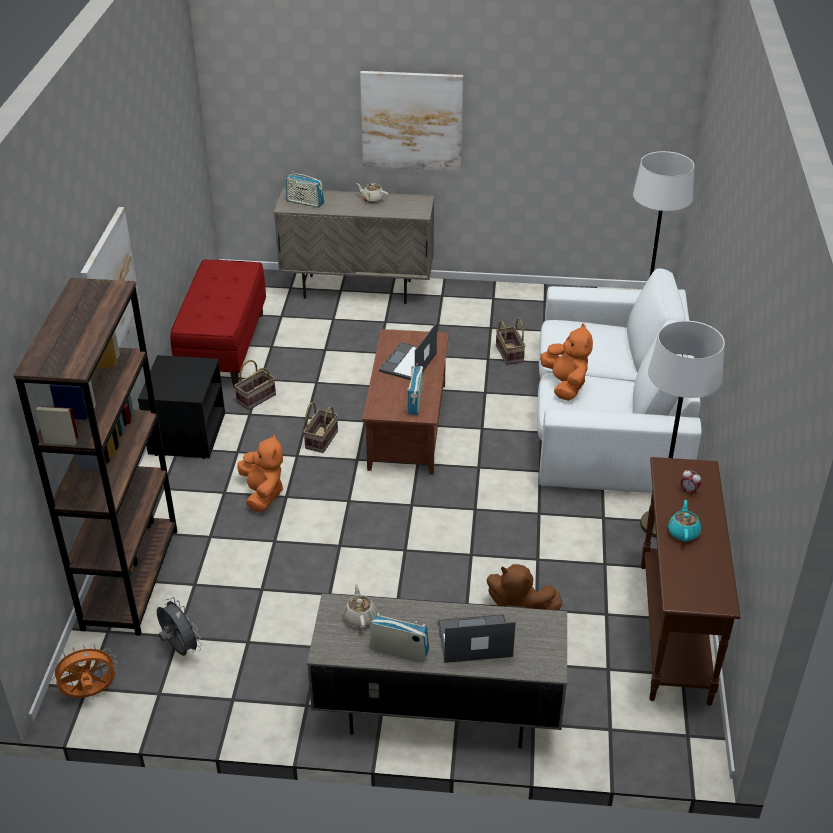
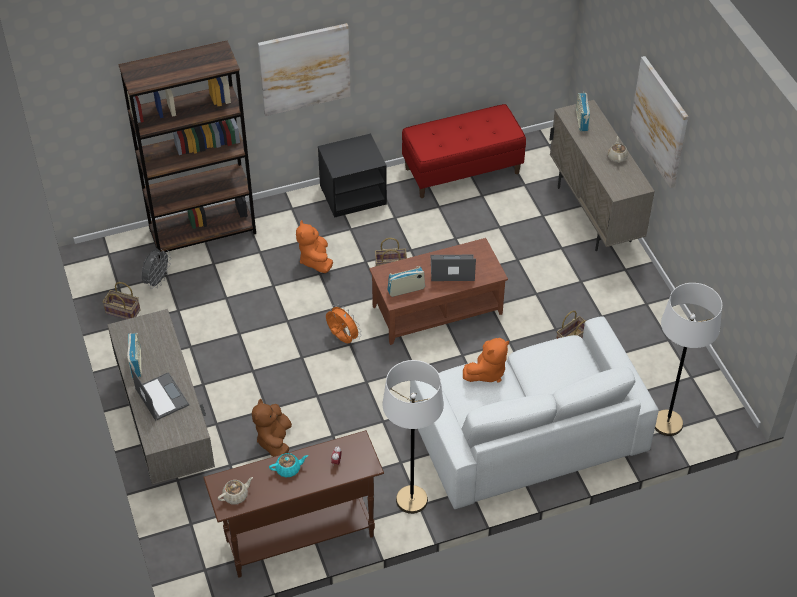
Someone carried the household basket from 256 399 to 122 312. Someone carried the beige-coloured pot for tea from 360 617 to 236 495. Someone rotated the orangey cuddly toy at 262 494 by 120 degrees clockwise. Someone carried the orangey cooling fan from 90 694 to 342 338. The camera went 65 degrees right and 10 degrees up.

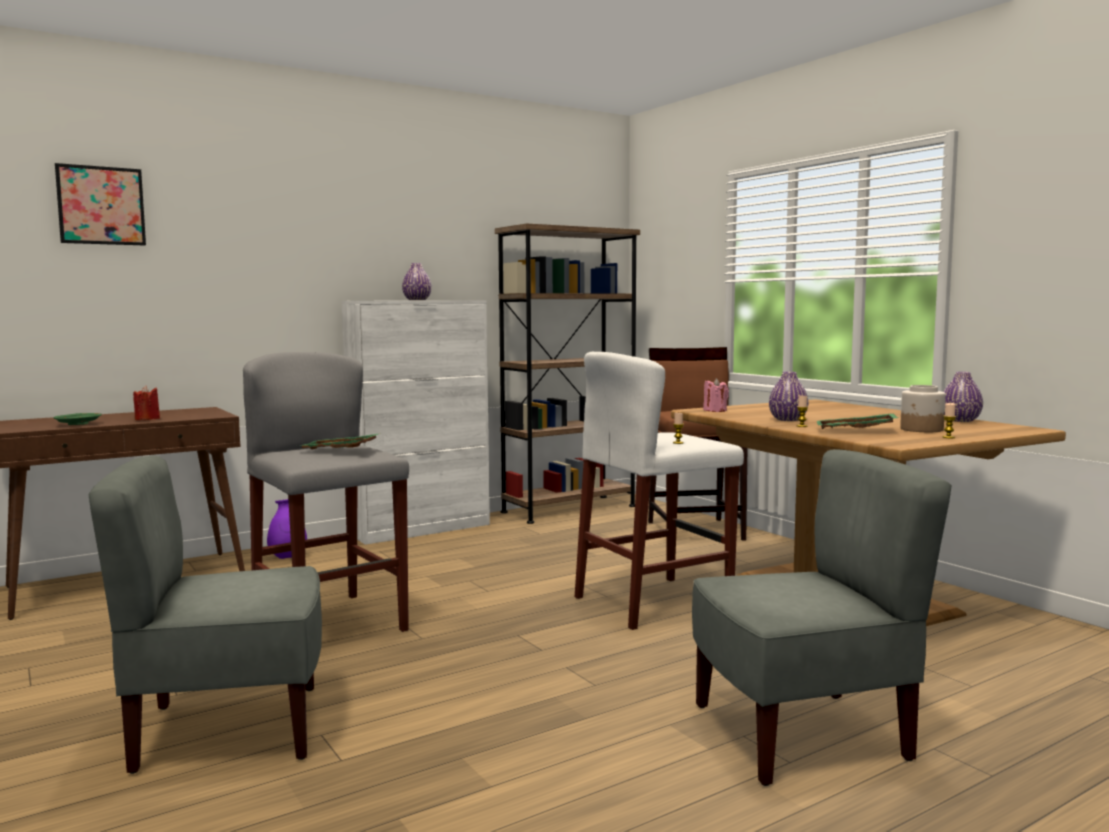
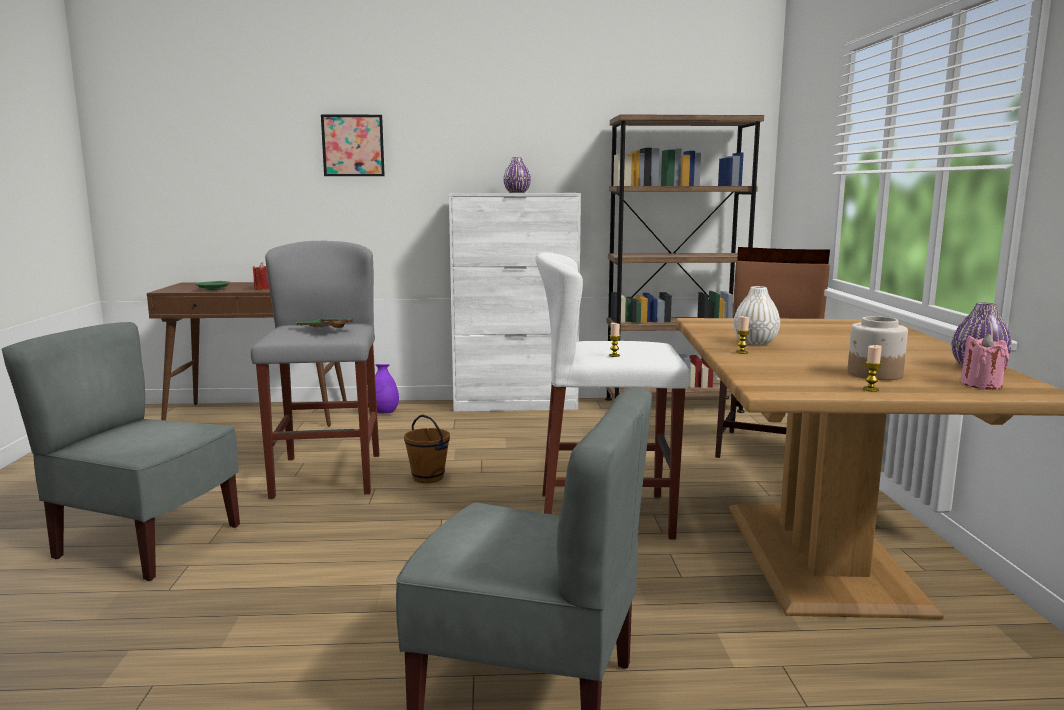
Someone carried the picture from 101 205 to 353 145. Someone put down the brown-coloured pail at 428 477. Someone repainted the purple flower vase at 787 420, which became the white-coloured flower vase at 755 342. Someone carried the pinkish wax light from 715 410 to 981 385. Someone took away the green-coloured carrying tray at 855 431. The camera went 30 degrees right and 5 degrees up.

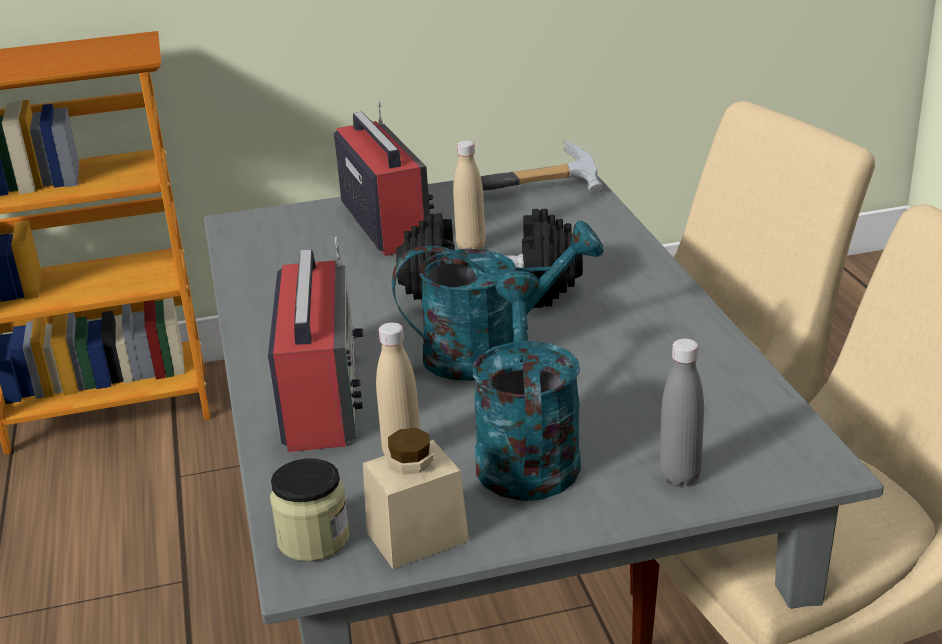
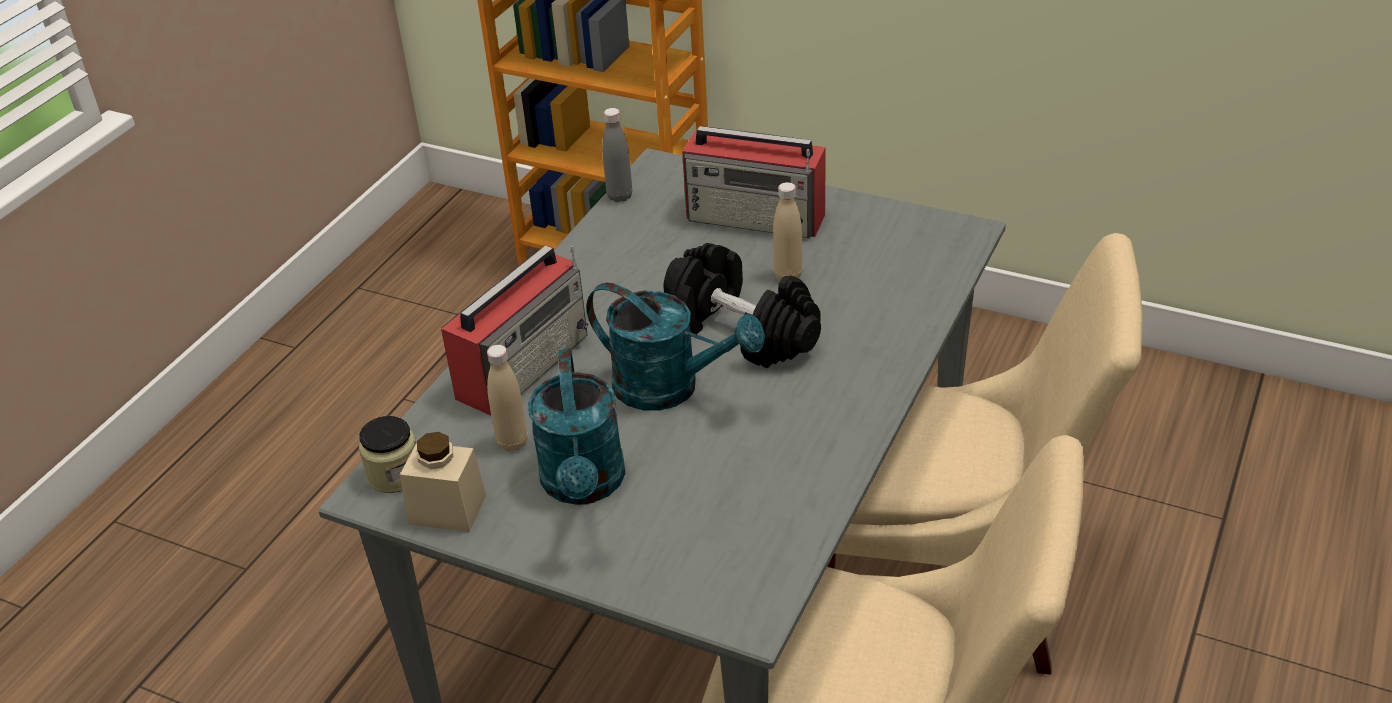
Someone rotated the turquoise-coloured watering pot at 525 452 by 135 degrees clockwise. Someone carried the greyish beverage bottle from 679 476 to 619 196. Someone rotated the radio at 384 223 by 90 degrees clockwise. Someone took away the hammer at 534 193. The camera went 40 degrees right and 10 degrees up.

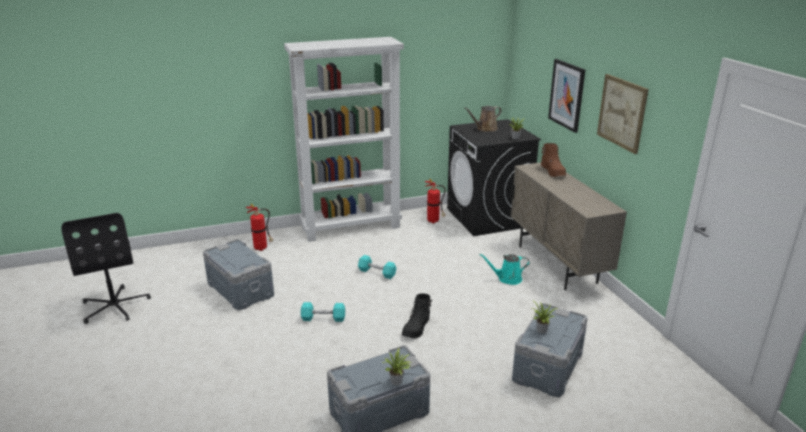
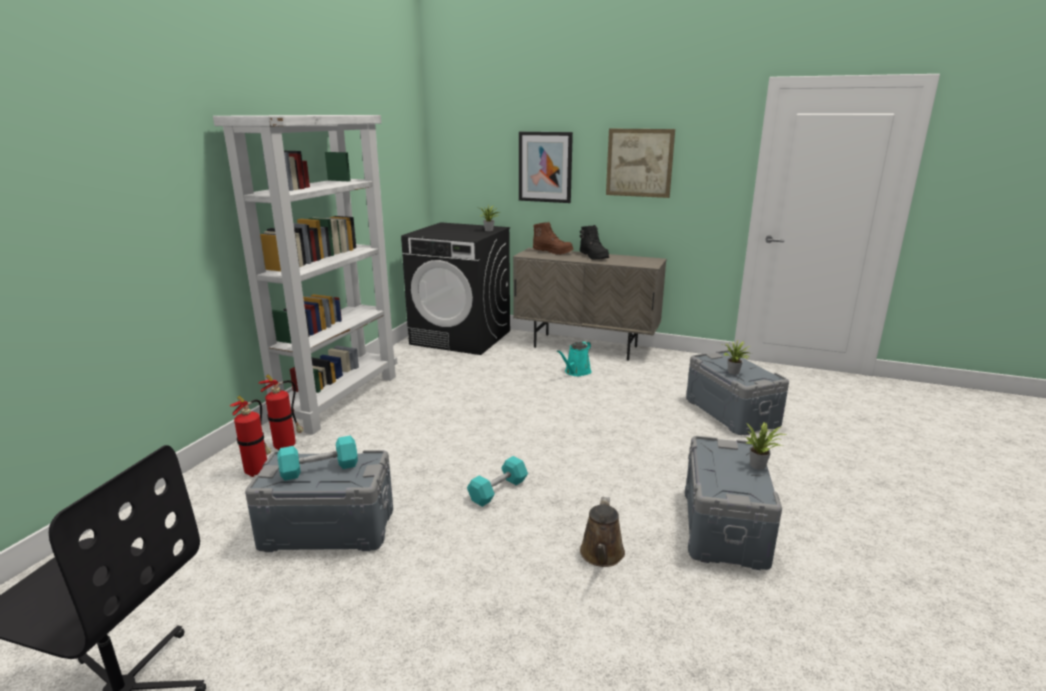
Someone carried the fire-fighting cylinder from 434 221 to 287 446. Someone carried the turquoise-coloured dumbbell from 377 272 to 320 469. Someone carried the blackish boot from 417 328 to 594 257. Someone carried the brown-coloured watering pot from 485 129 to 602 555. The camera went 50 degrees left and 5 degrees down.

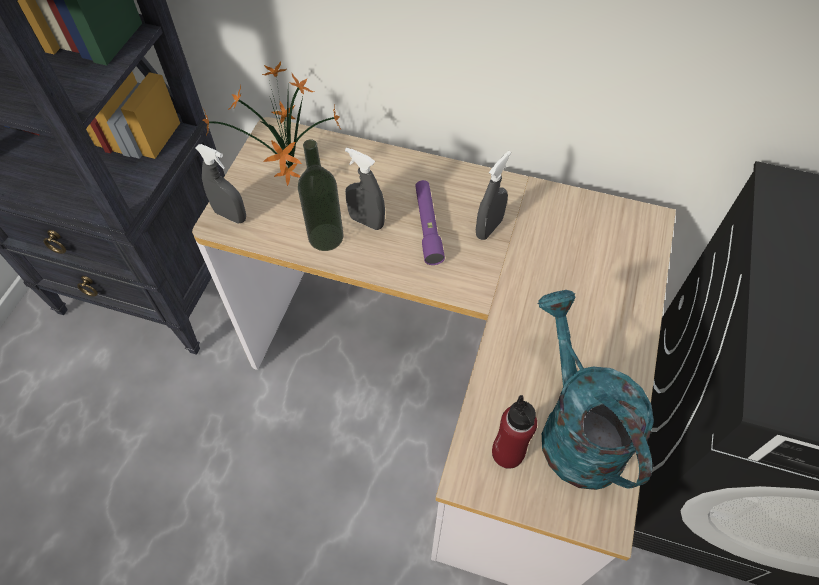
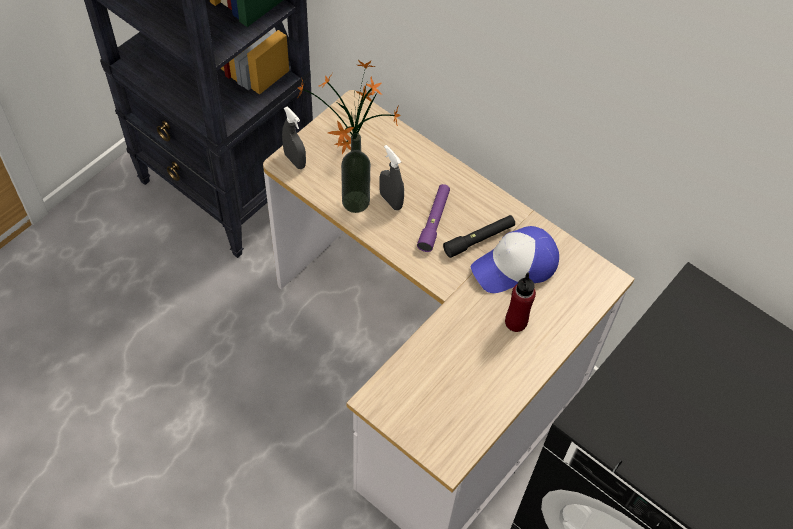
Someone swapped the greyish spray bottle at 489 228 for the blackish hand torch at 479 239. Someone put down the cap at 515 266. Someone carried the red beverage bottle from 507 453 to 515 322. Someone took away the turquoise-coloured watering pot at 574 428. The camera went 20 degrees right and 0 degrees up.

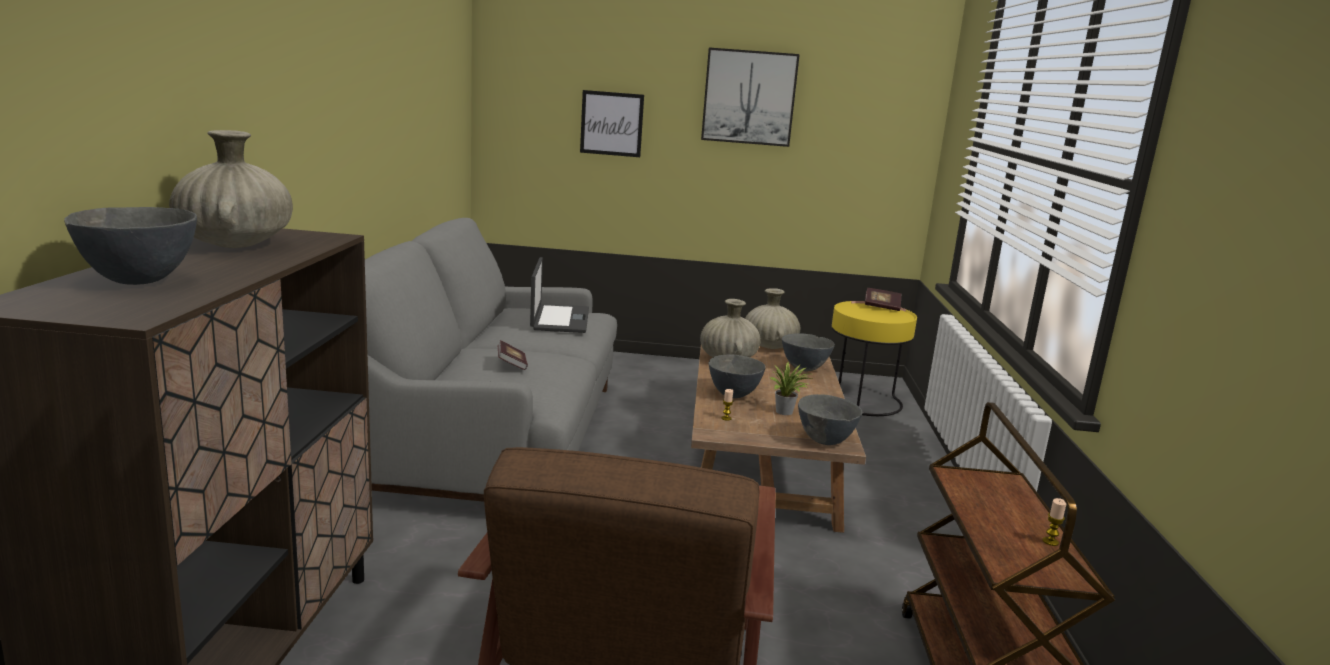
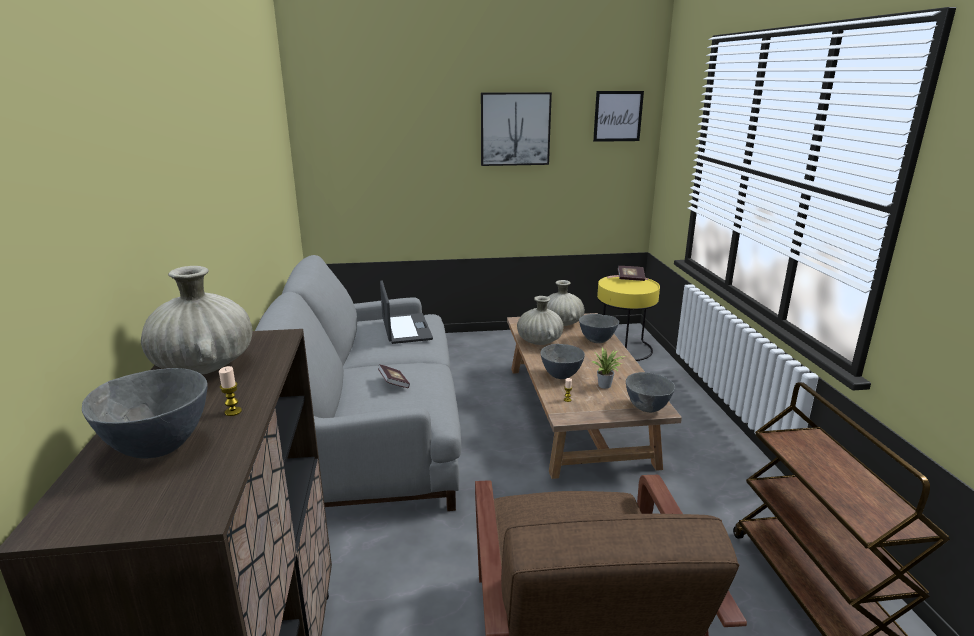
Someone carried the wax light from 1050 542 to 233 411. Someone carried the picture from 611 123 to 618 116. The camera went 10 degrees left and 5 degrees up.

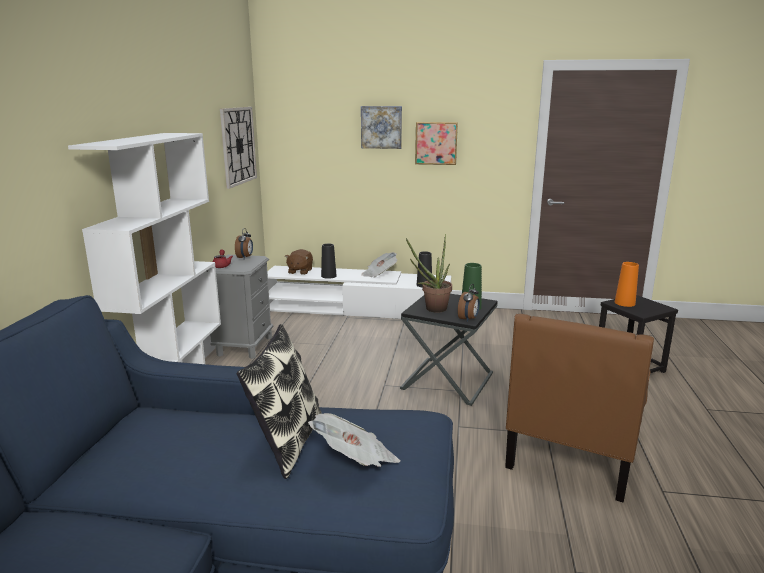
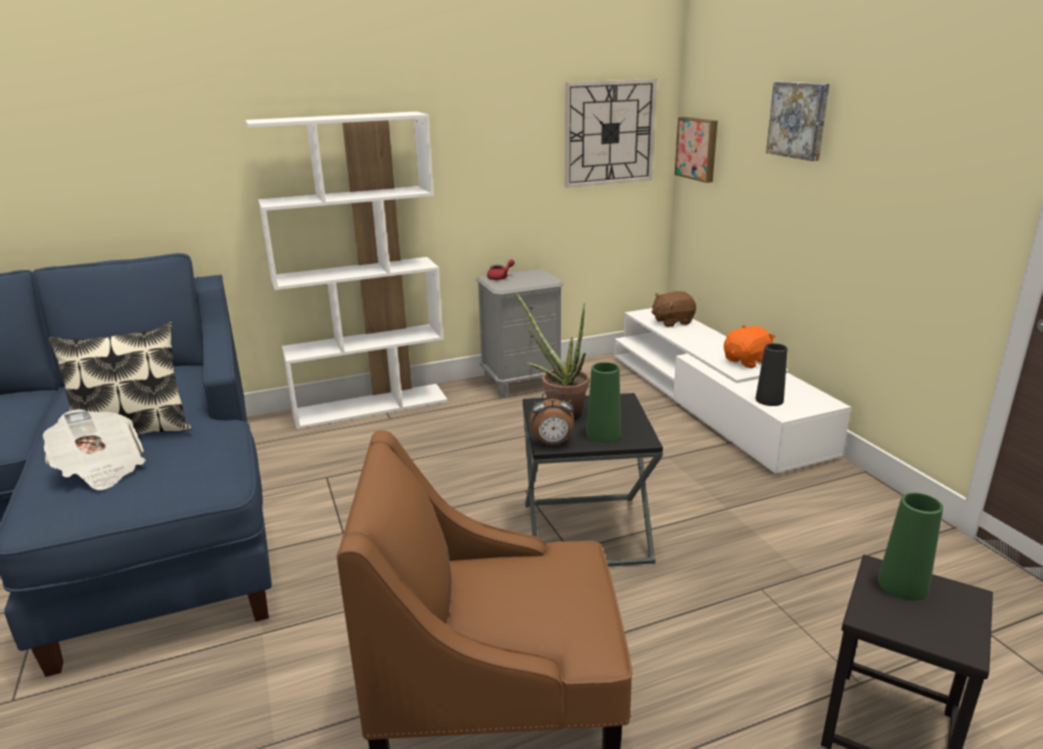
Someone carried the picture from 436 143 to 698 148. Someone swapped the printed paper at 379 274 for the orangey cuddly toy at 747 361. Someone repainted the orangey flower vase at 624 303, which became the green-coloured flower vase at 902 585. Someone took away the table clock at 245 257. Someone took away the blackish flower vase at 328 276. The camera went 60 degrees right and 5 degrees up.

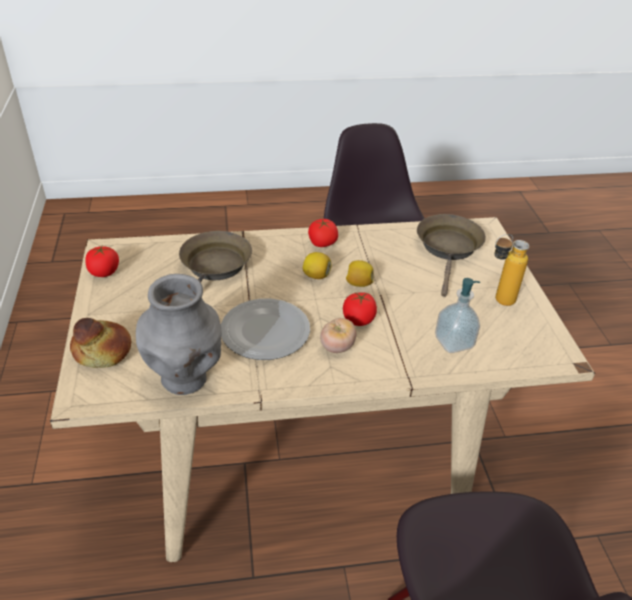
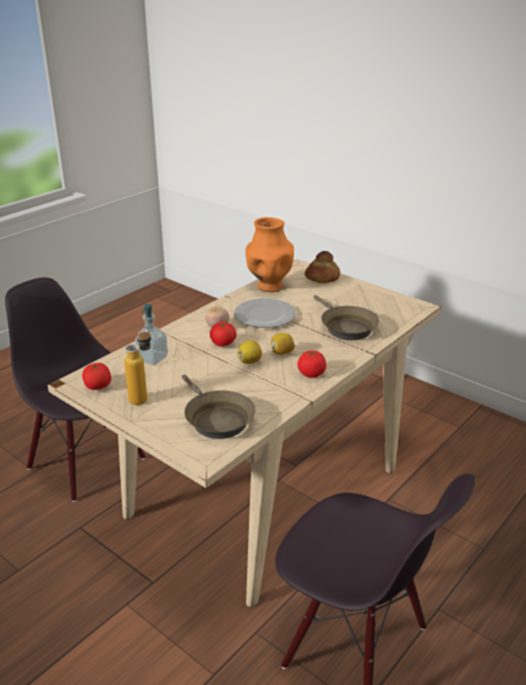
Someone carried the whole tomato from 104 272 to 97 386. Someone repainted the greyish flower vase at 185 379, which became the orangey flower vase at 269 287. The camera went 140 degrees right and 10 degrees down.

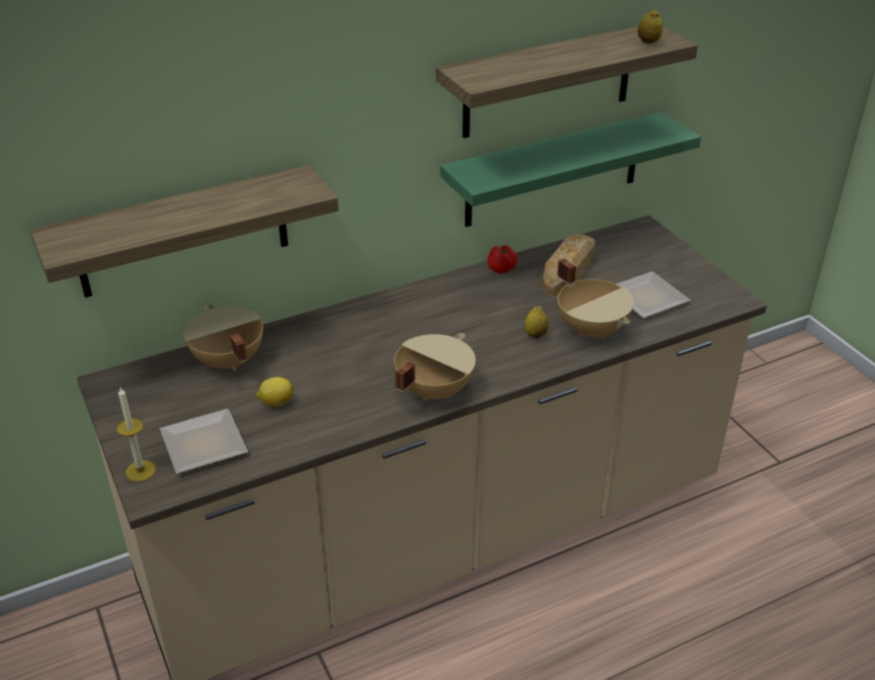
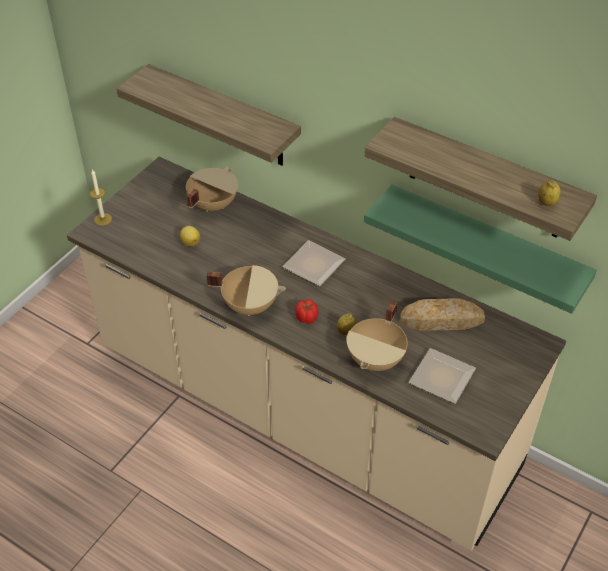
Someone carried the plate from 207 445 to 314 267. Someone carried the whole tomato from 502 269 to 307 318. The camera went 60 degrees right and 10 degrees up.

